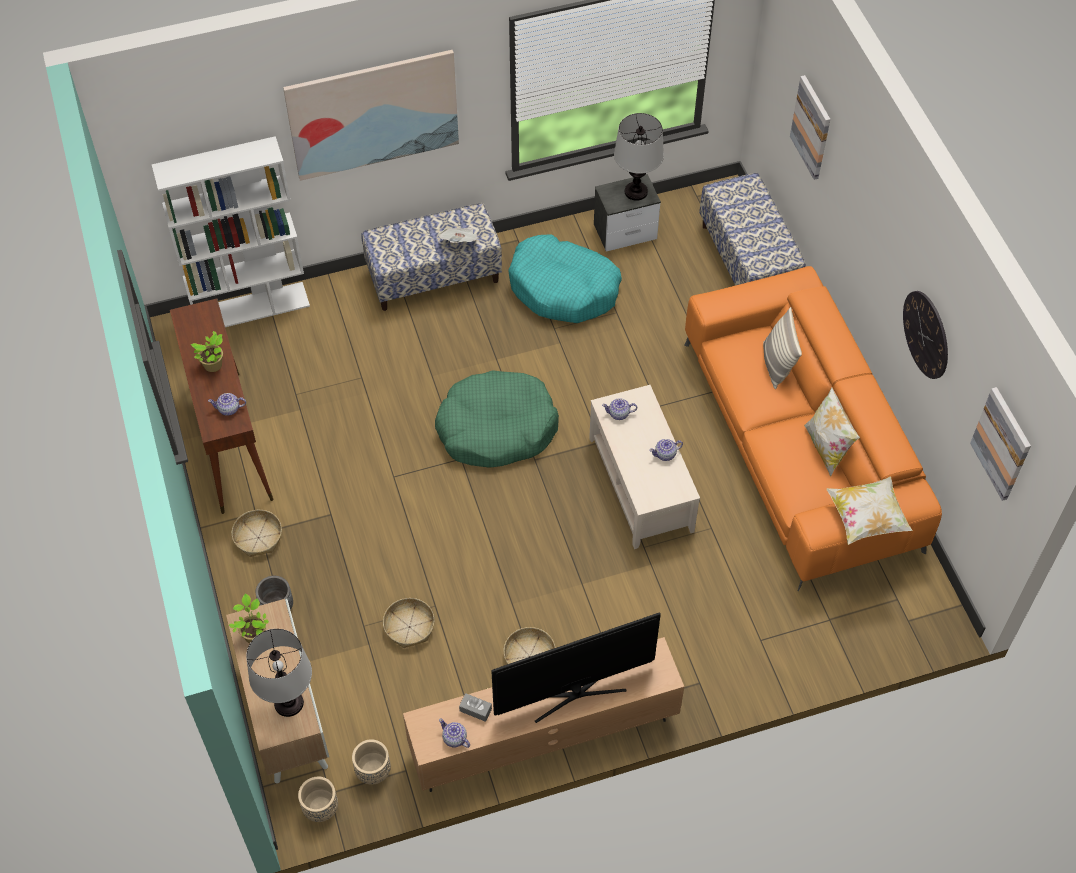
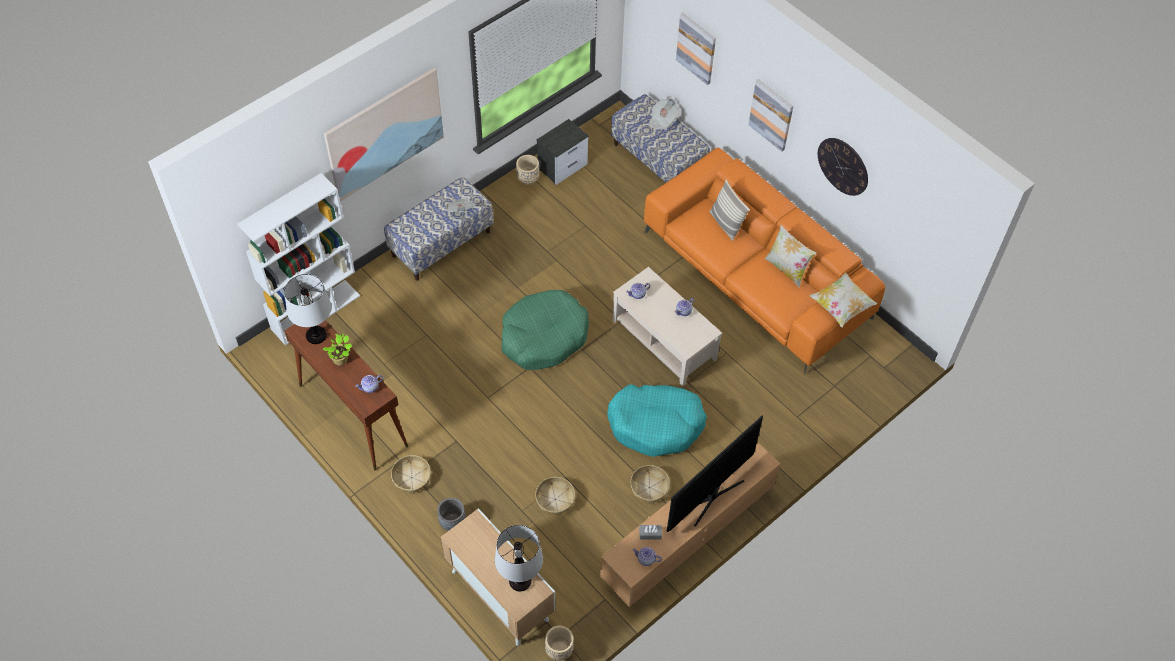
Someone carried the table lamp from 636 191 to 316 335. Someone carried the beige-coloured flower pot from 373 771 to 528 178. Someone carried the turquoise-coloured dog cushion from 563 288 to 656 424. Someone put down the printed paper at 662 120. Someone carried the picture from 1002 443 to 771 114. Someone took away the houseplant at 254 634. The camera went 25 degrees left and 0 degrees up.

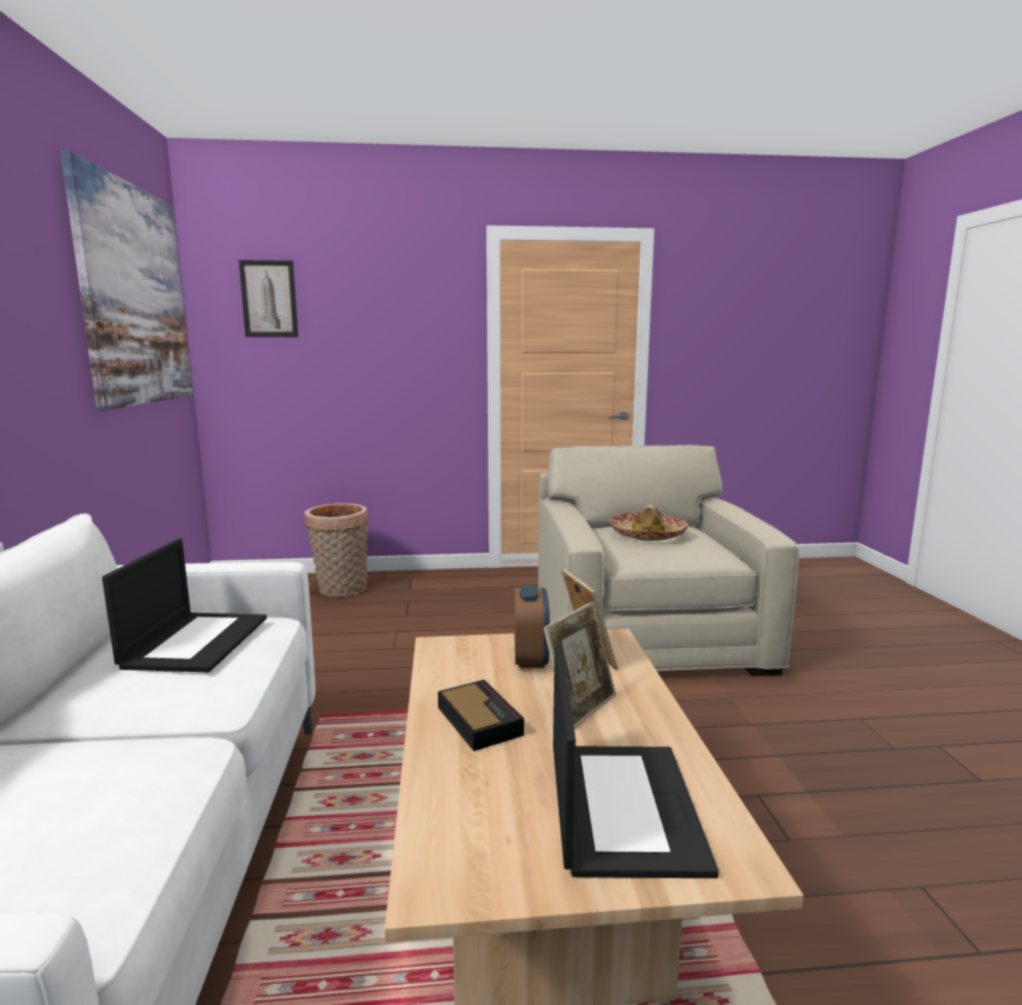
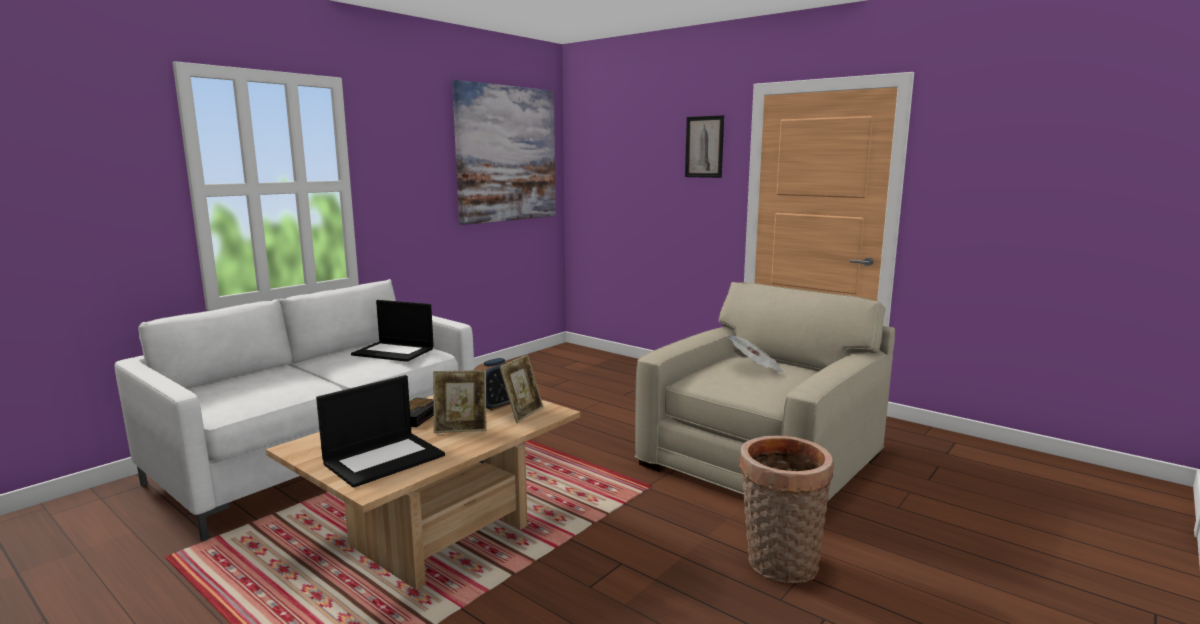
Someone rotated the laptop at 196 641 by 60 degrees clockwise. Someone carried the picture from 269 299 to 704 147. Someone swapped the wearable hat at 648 535 for the printed paper at 755 369. Someone carried the household basket from 341 590 to 778 565. The camera went 45 degrees right and 0 degrees up.

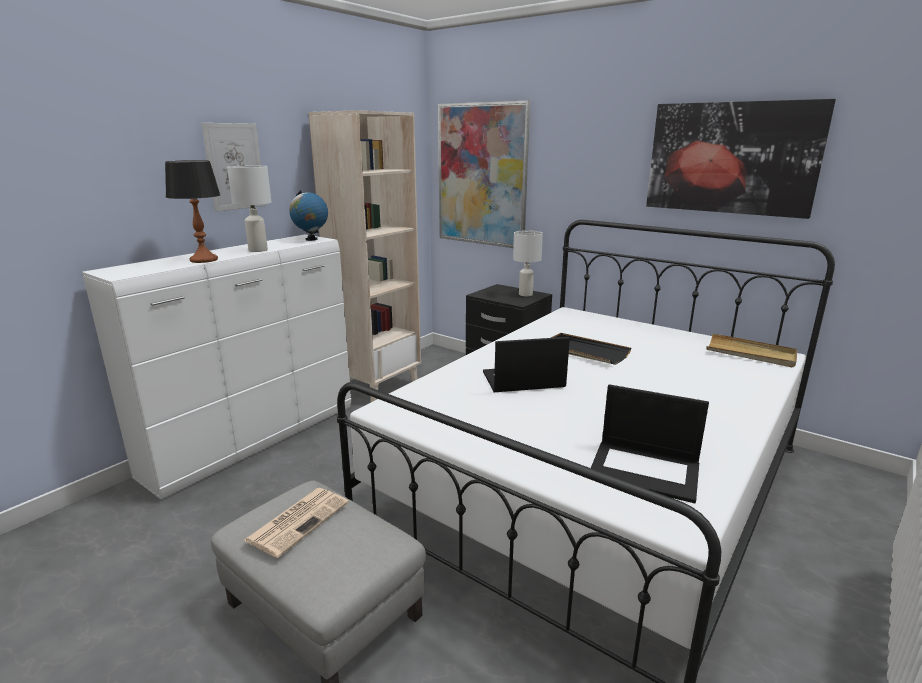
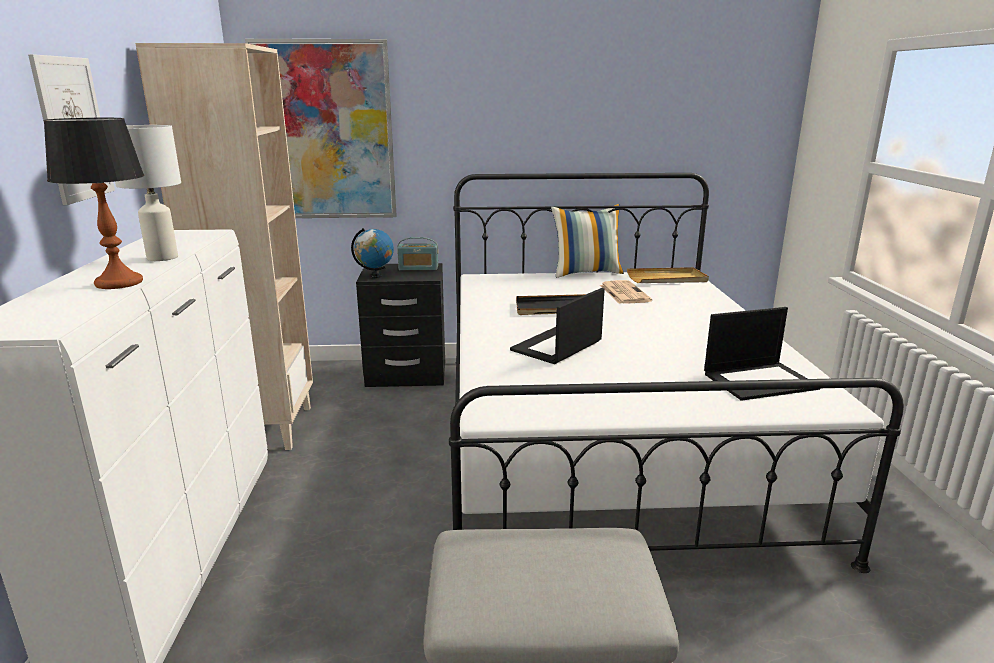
Someone carried the desk globe from 311 239 to 375 276. Someone swapped the white-coloured table lamp at 526 294 for the radio at 418 268. Someone put down the cushion at 586 272. Someone carried the printed paper from 299 520 to 623 293. Someone took away the picture at 731 158. The camera went 40 degrees left and 0 degrees up.

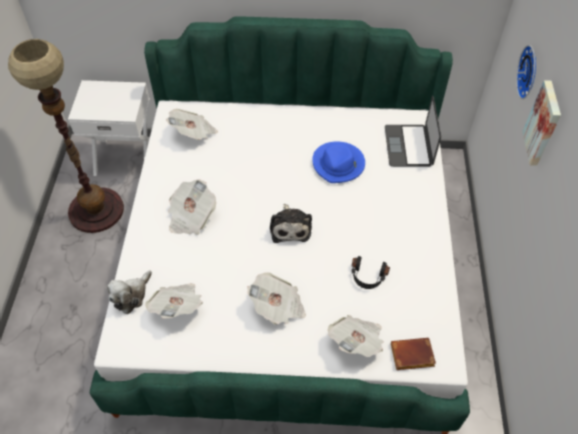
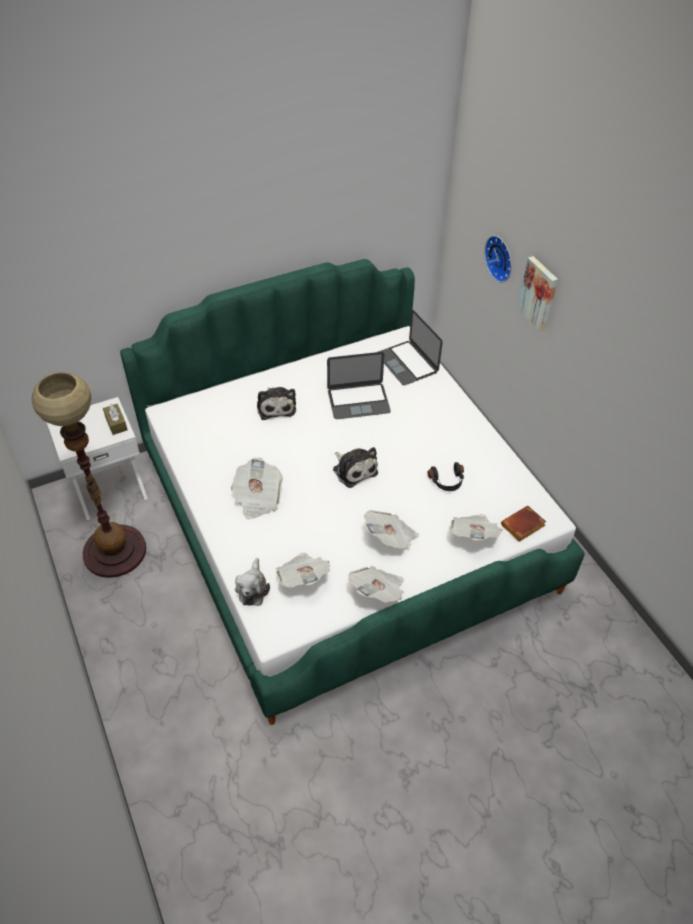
Someone put down the brown-coloured tissue box at 116 423. Someone put down the cuddly toy at 276 406. Someone swapped the blue-coloured wearable hat at 338 164 for the laptop at 358 401. Someone carried the printed paper from 194 133 to 378 592. The camera went 30 degrees left and 5 degrees down.

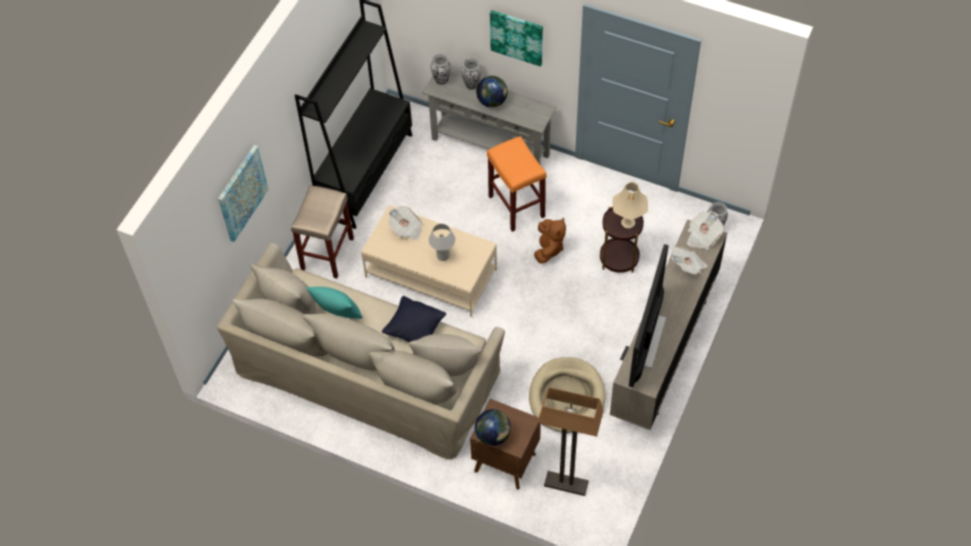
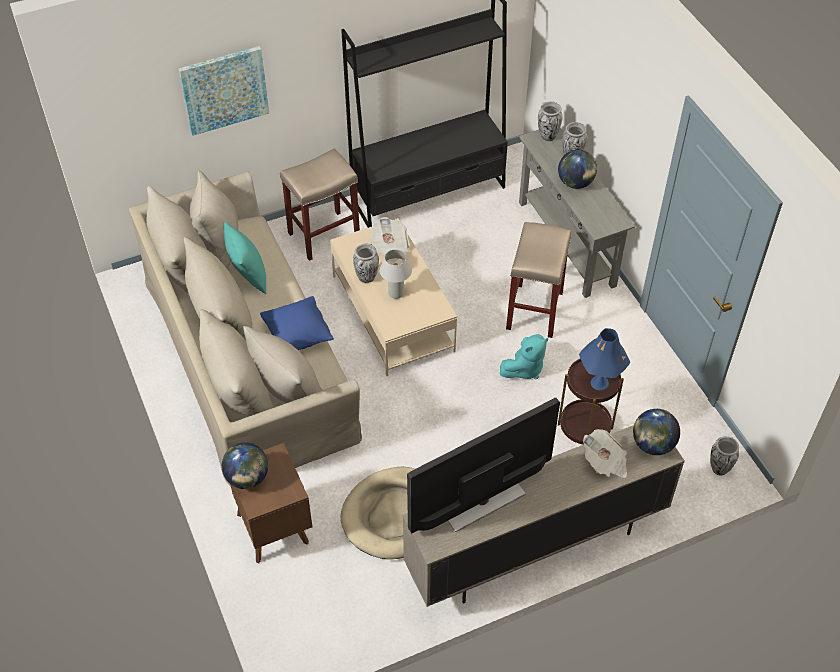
Someone repainted the blackish cushion at 414 329, which became the blue-coloured cushion at 297 336. Someone put down the flower vase at 366 277. Someone repainted the brown-coloured cuddly toy at 548 248, which became the turquoise-coloured cuddly toy at 524 368. Someone repainted the orangey sitting stool at 517 207, which became the beige-coloured sitting stool at 535 311. Someone repainted the beige-coloured table lamp at 628 222, which became the blue-coloured table lamp at 599 383. Someone swapped the printed paper at 702 236 for the desk globe at 652 445. Someone took away the picture at 517 37. Someone took away the floor lamp at 565 484. The camera went 40 degrees right and 5 degrees down.

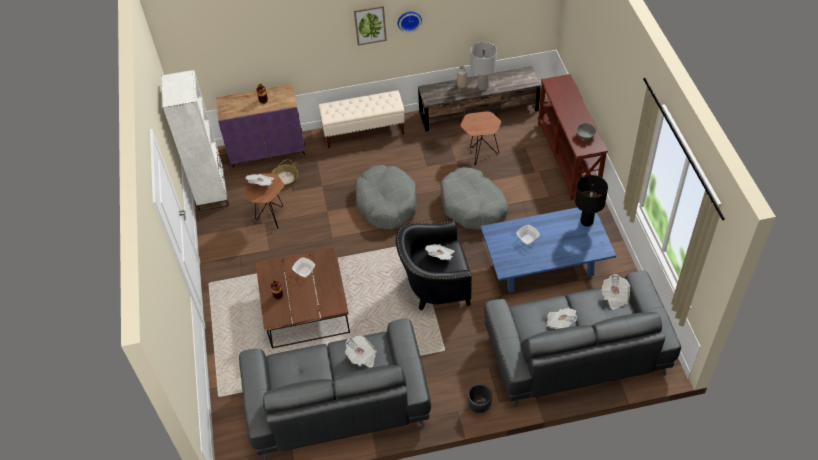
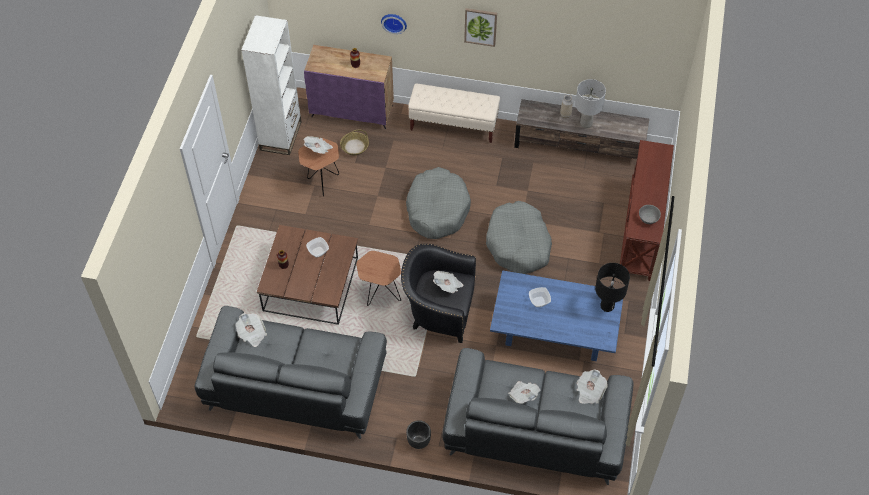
Someone carried the printed paper from 362 356 to 252 334. Someone carried the brown-coloured side table from 480 155 to 380 295. Someone carried the wall clock from 409 20 to 394 22. The camera went 20 degrees right and 5 degrees up.

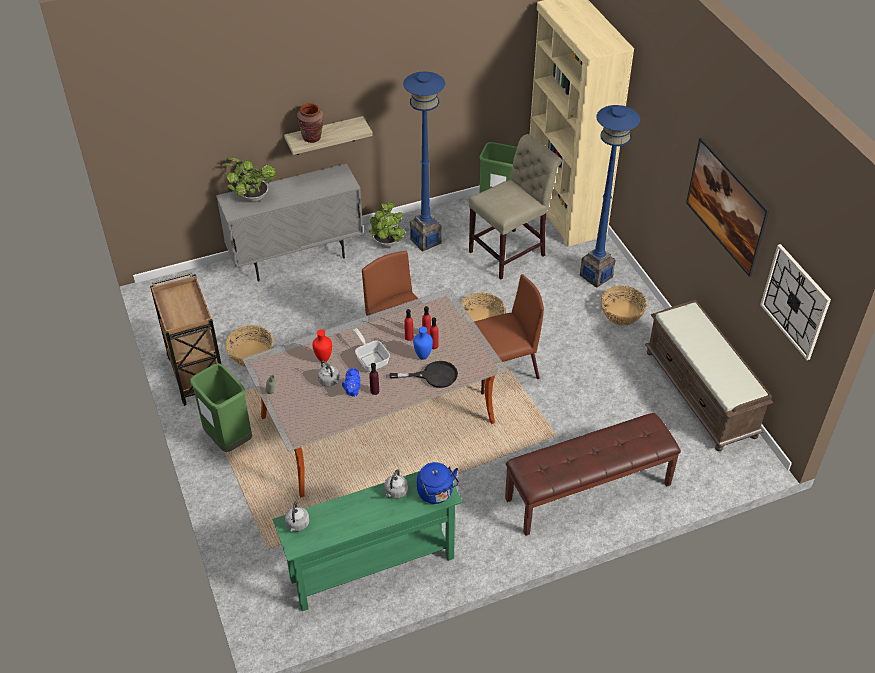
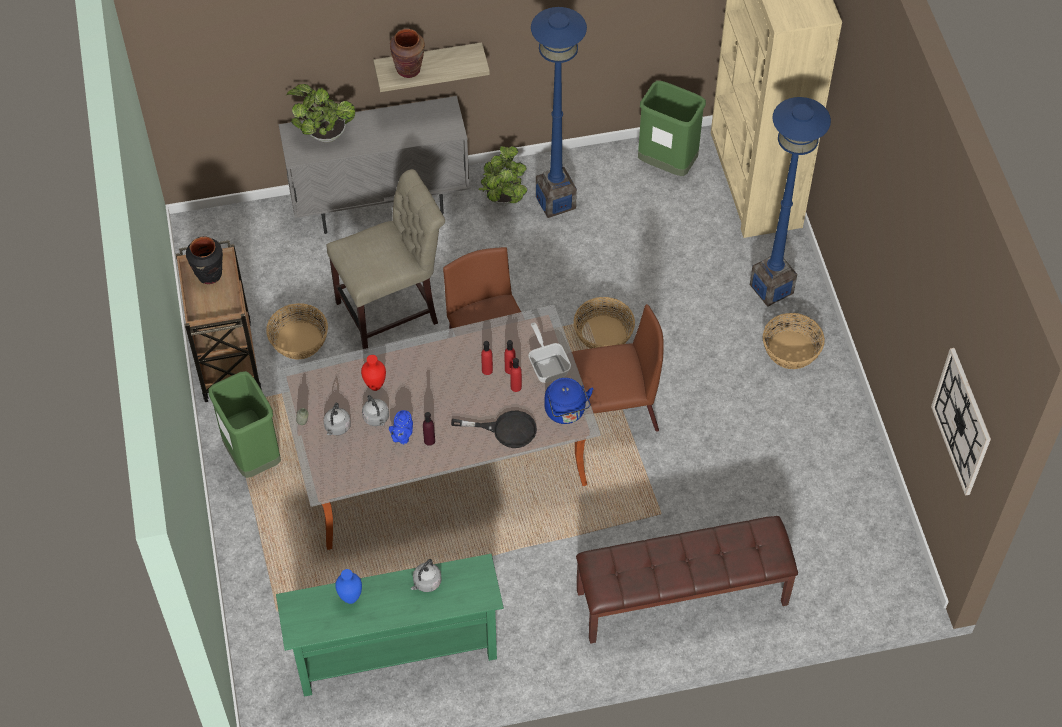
Someone put down the blackish flower vase at 209 275. Someone carried the greyish water kettle from 297 525 to 337 427. Someone carried the beige-coloured plain chair from 511 252 to 393 311. Someone carried the blue-coloured flower vase from 423 356 to 351 598. Someone carried the pan from 371 359 to 548 365. Someone carried the blue-coloured water kettle from 436 494 to 566 412. Someone took away the brown-coloured long seat at 701 394. Someone took away the picture at 722 222. The camera went 10 degrees right and 10 degrees up.

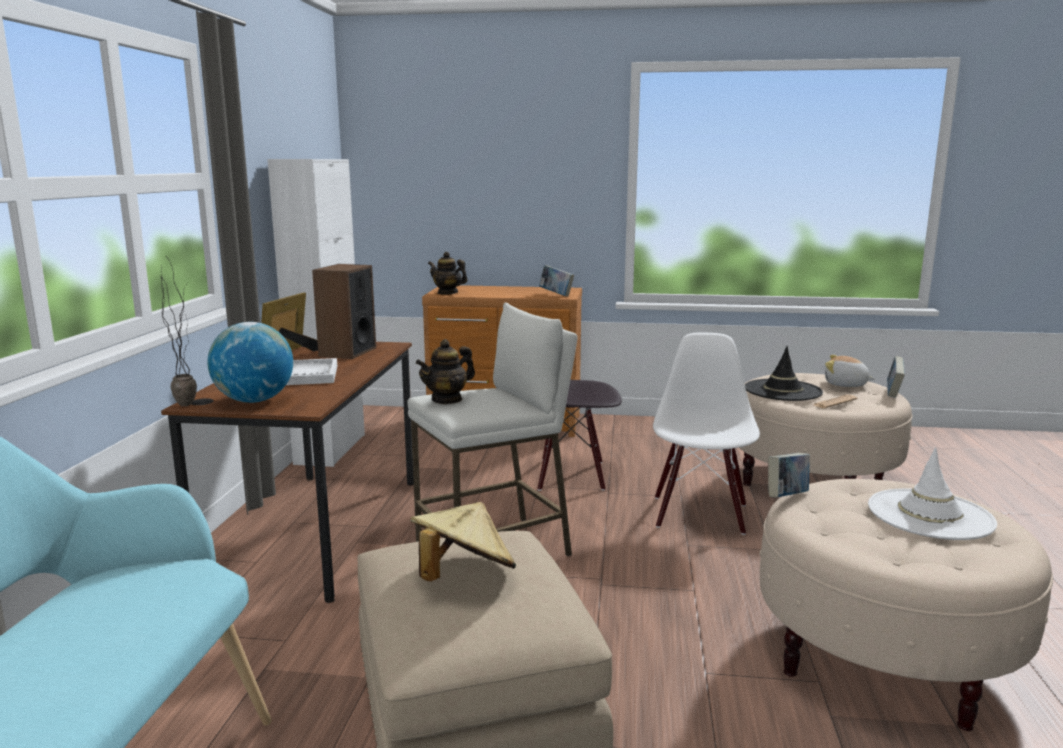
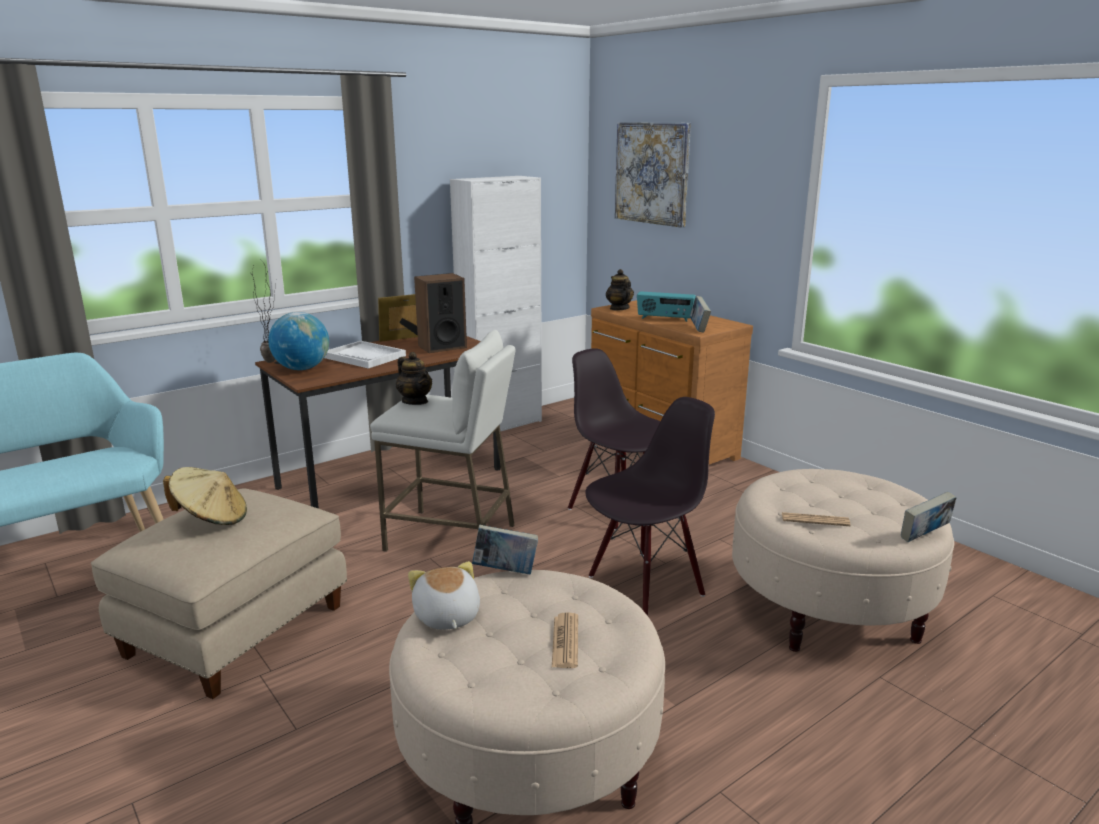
Someone rotated the pot for tea at 447 399 by 135 degrees counterclockwise. Someone carried the cuddly toy from 845 385 to 446 617. Someone swapped the white-coloured wearable hat at 930 515 for the printed paper at 565 641. Someone repainted the white-coloured plain chair at 699 515, which became the blackish plain chair at 645 584. Someone put up the picture at 652 173. Someone put down the radio at 665 319. Someone took away the blackish wearable hat at 782 390. The camera went 45 degrees right and 5 degrees up.

